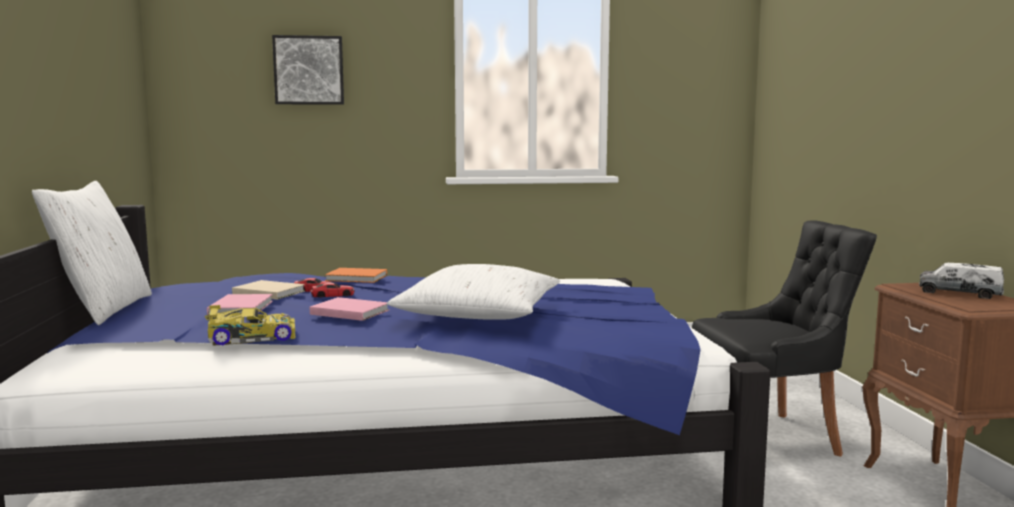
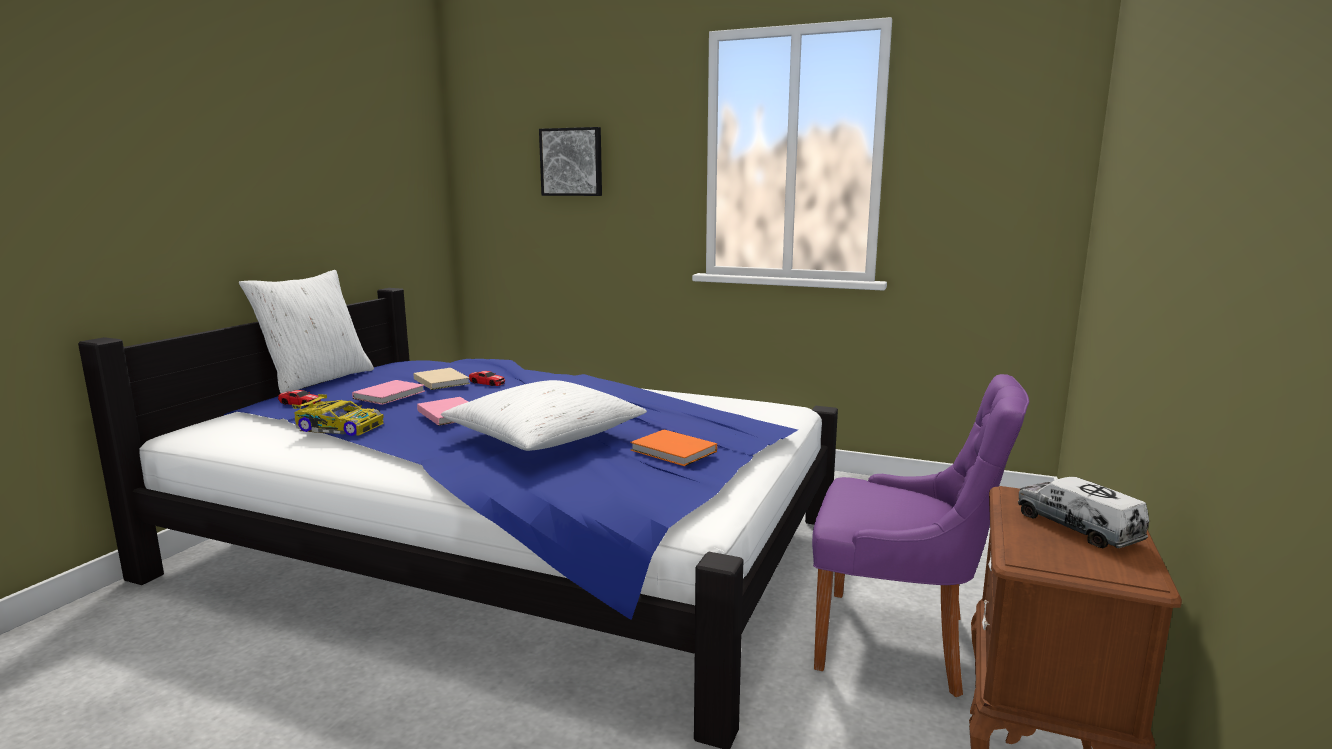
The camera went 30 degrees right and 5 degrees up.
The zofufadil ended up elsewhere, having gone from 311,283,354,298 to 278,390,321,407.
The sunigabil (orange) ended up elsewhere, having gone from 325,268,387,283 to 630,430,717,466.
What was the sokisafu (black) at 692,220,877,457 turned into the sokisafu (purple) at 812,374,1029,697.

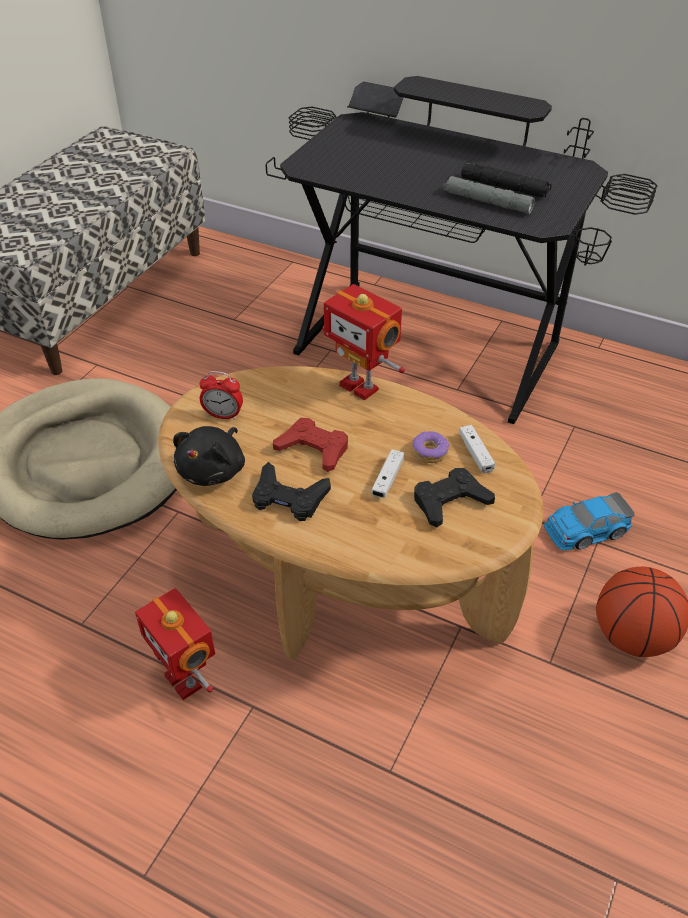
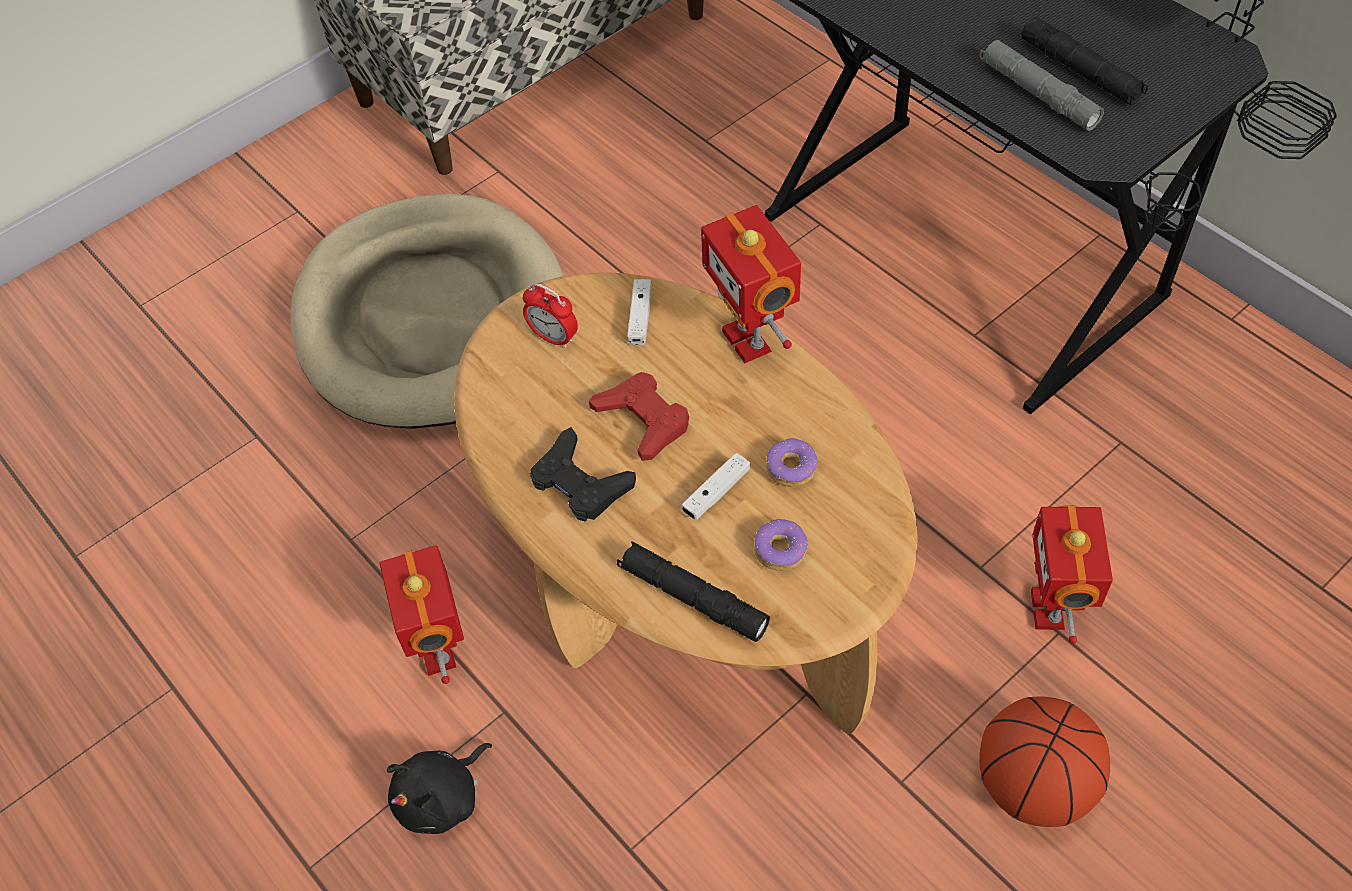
The camera went 25 degrees right and 10 degrees up.
The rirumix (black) ended up elsewhere, having gone from 173,426,245,486 to 387,743,492,834.
Where the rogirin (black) stood at 414,468,495,527, the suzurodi came to stand at 754,519,808,571.
The rogirin (white) ended up elsewhere, having gone from 459,425,495,473 to 627,279,652,346.
Where the zofufadil stood at 544,492,635,550, the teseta came to stand at 1031,505,1113,644.
The second view gained the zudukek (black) at 617,541,770,642.

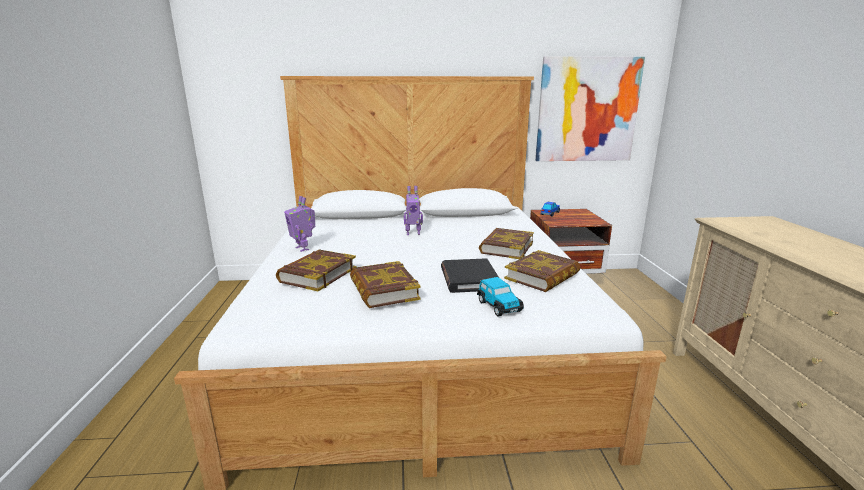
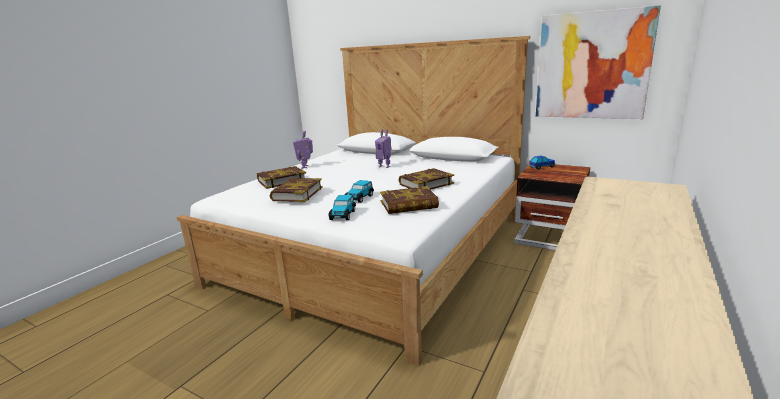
The camera went 35 degrees right and 0 degrees up.
Where the sunigabil (black) stood at 441,258,499,293, the zofufadil came to stand at 345,180,374,203.

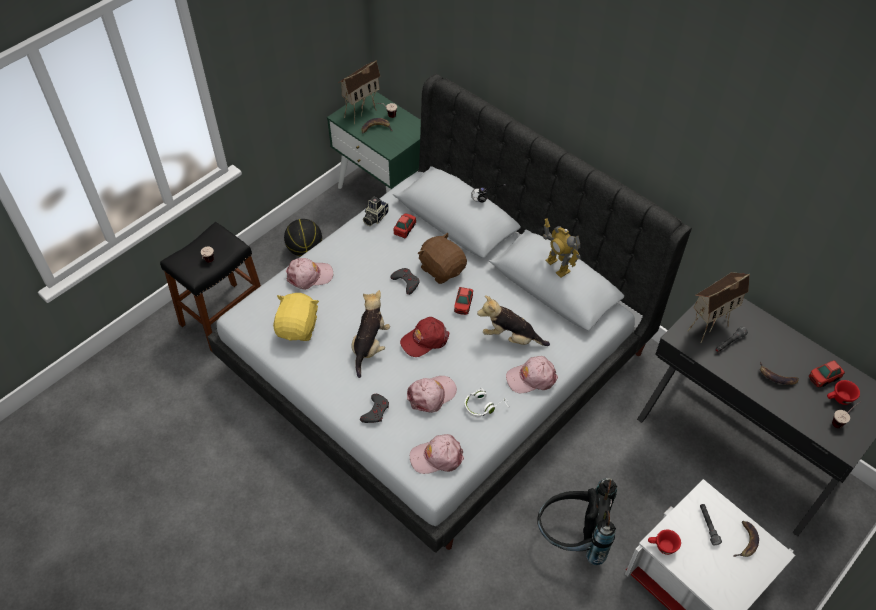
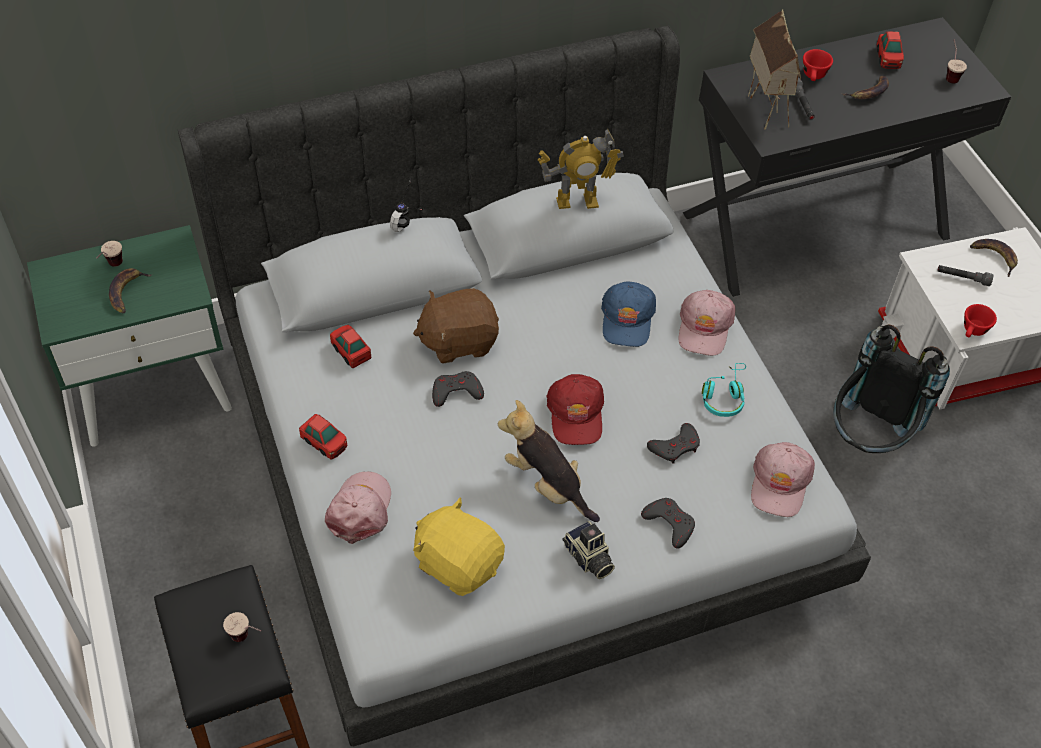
The camera went 65 degrees left and 0 degrees up.
The second view lost the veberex at 284,219,322,256.
The second view lost the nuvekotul at 338,60,380,125.
The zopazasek ended up elsewhere, having gone from 363,197,389,226 to 562,521,615,579.
Where the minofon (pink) stood at 407,376,457,413, the rogirin (grey) came to stand at 647,423,700,464.
The zofufadil ended up elsewhere, having gone from 454,287,473,315 to 299,414,347,459.
What was the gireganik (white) at 464,387,510,417 turned into the gireganik (turquoise) at 702,363,746,417.
Where the rirumix stood at 477,296,550,346, the minofon (blue) came to stand at 601,281,656,347.
The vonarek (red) ended up elsewhere, having gone from 827,380,860,405 to 803,49,833,81.

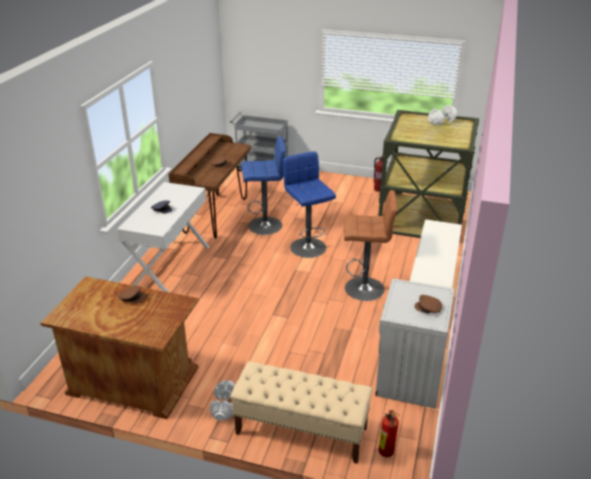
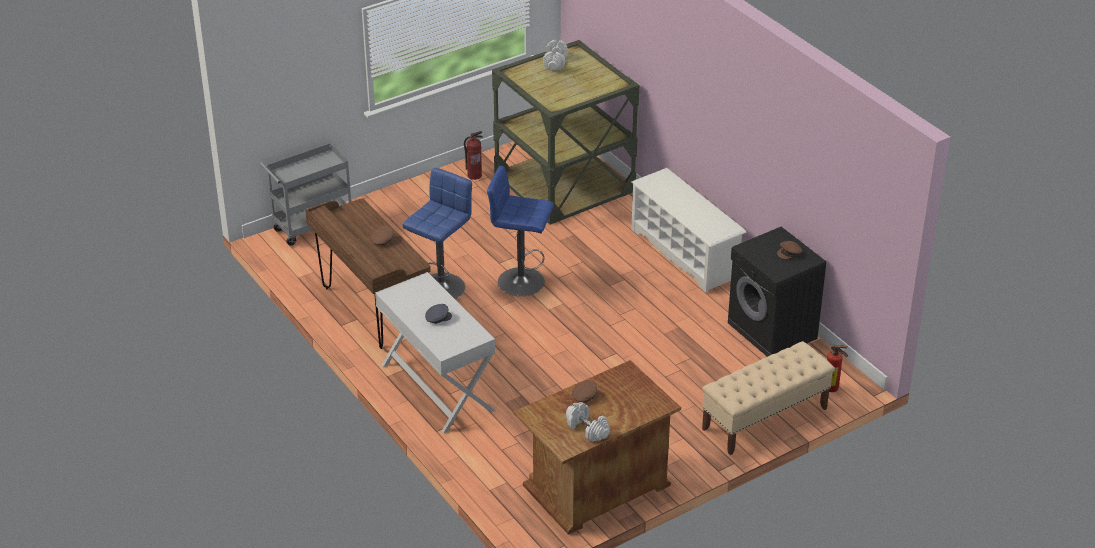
The camera went 50 degrees left and 5 degrees up.
The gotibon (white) ended up elsewhere, having gone from 210,380,235,421 to 566,402,610,442.
The second view lost the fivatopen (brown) at 344,190,398,301.
What was the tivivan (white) at 375,279,455,409 turned into the tivivan (black) at 728,227,826,357.

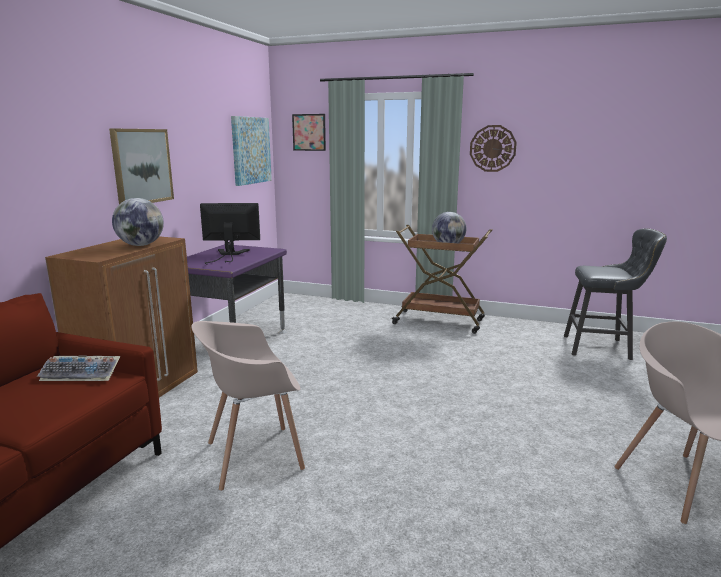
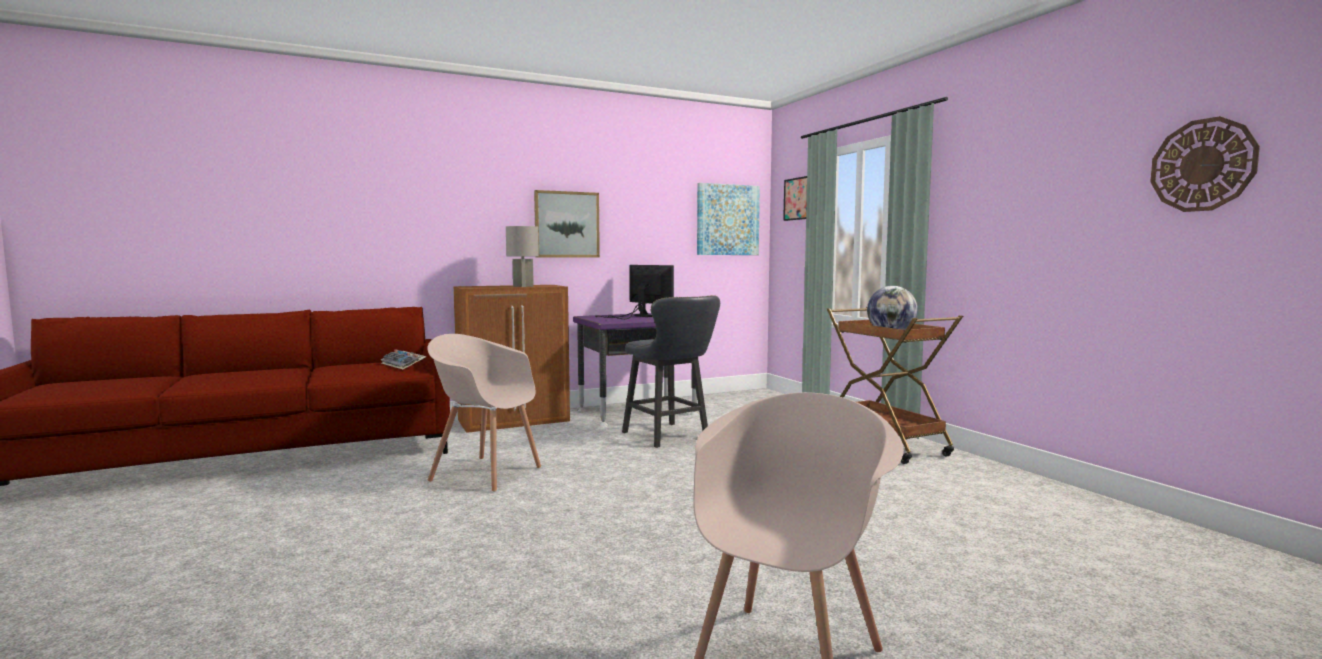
The camera went 45 degrees right and 10 degrees down.
Where the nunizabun stood at 112,198,164,246, the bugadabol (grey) came to stand at 506,226,539,287.
The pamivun ended up elsewhere, having gone from 470,125,517,172 to 1150,116,1260,212.
The fivatopen (grey) ended up elsewhere, having gone from 564,228,667,360 to 622,295,720,448.

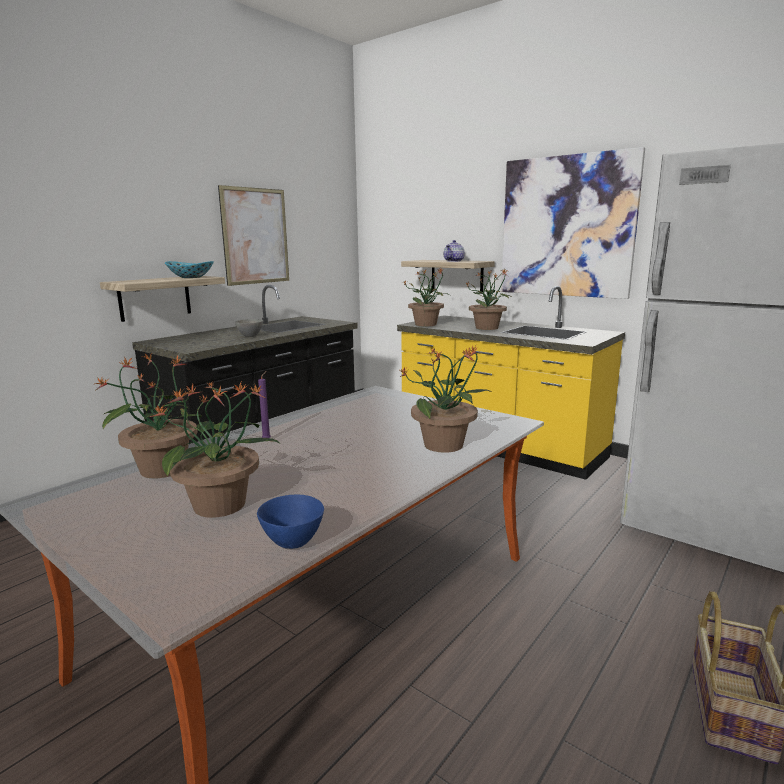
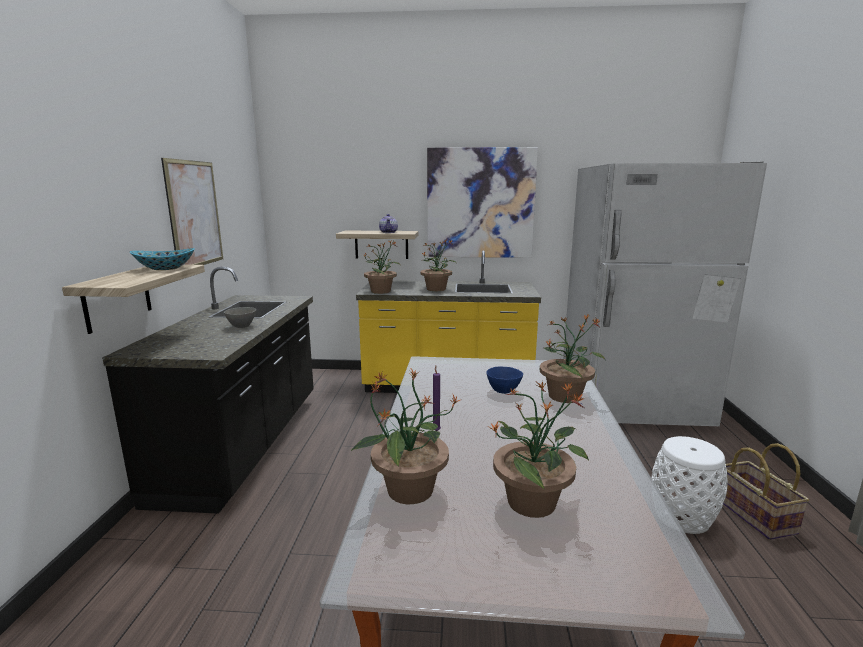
The camera went 35 degrees left and 0 degrees up.
The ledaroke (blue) ended up elsewhere, having gone from 257,495,324,549 to 486,366,523,394.
The second view gained the fivatopen (white) at 652,436,728,534.

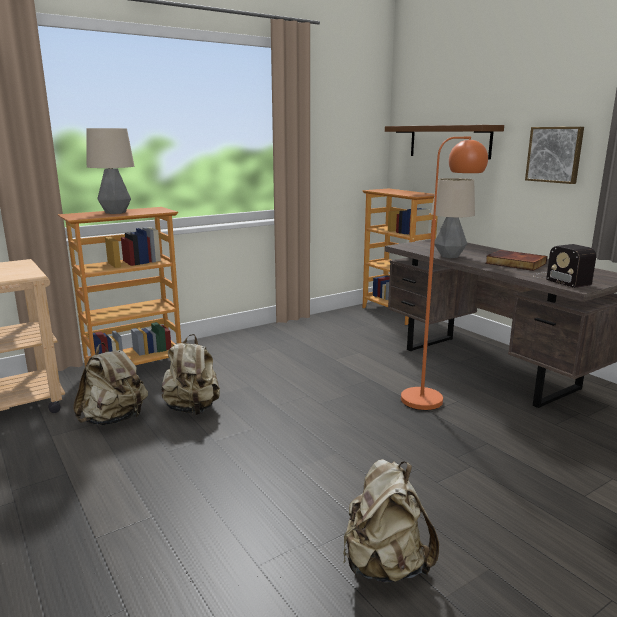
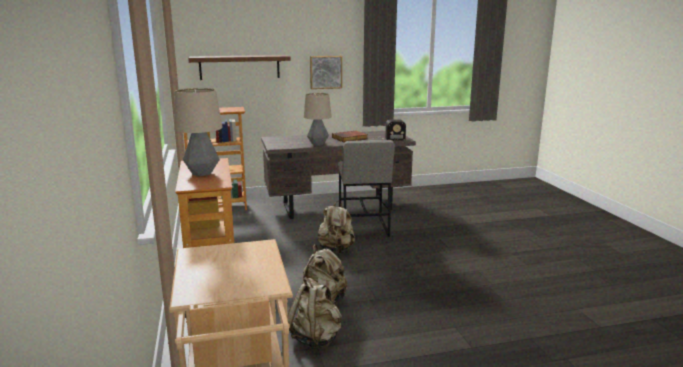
The camera went 70 degrees left and 0 degrees up.
The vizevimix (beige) ended up elsewhere, having gone from 343,459,439,582 to 317,201,355,253.
Where the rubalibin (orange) stood at 401,136,488,410, the sokisafu (grey) came to stand at 338,140,395,237.

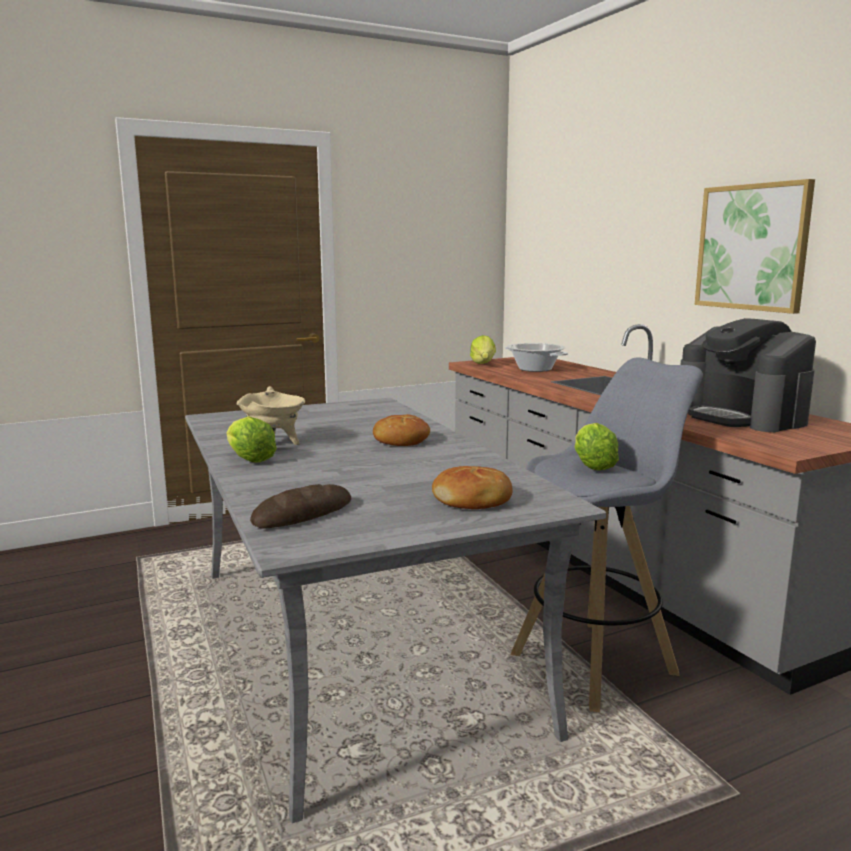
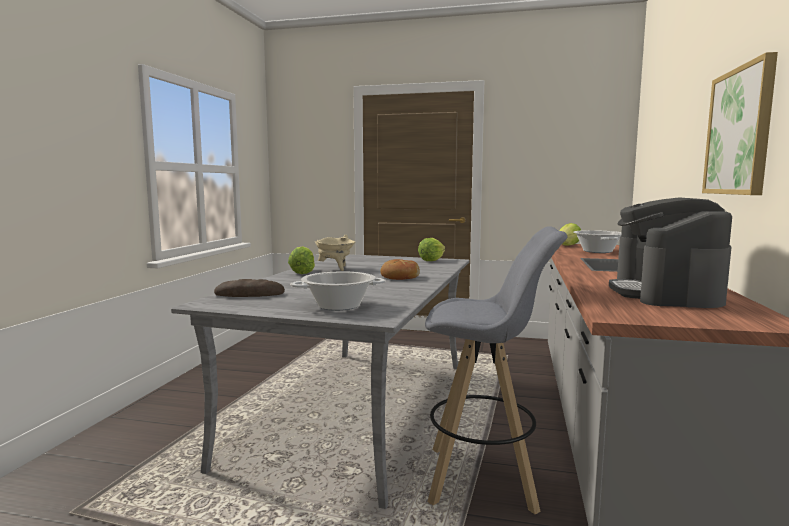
The camera went 40 degrees right and 5 degrees down.
Where the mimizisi stood at 432,466,513,509, the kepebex came to stand at 290,271,386,311.
The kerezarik ended up elsewhere, having gone from 575,423,619,471 to 418,238,445,261.

